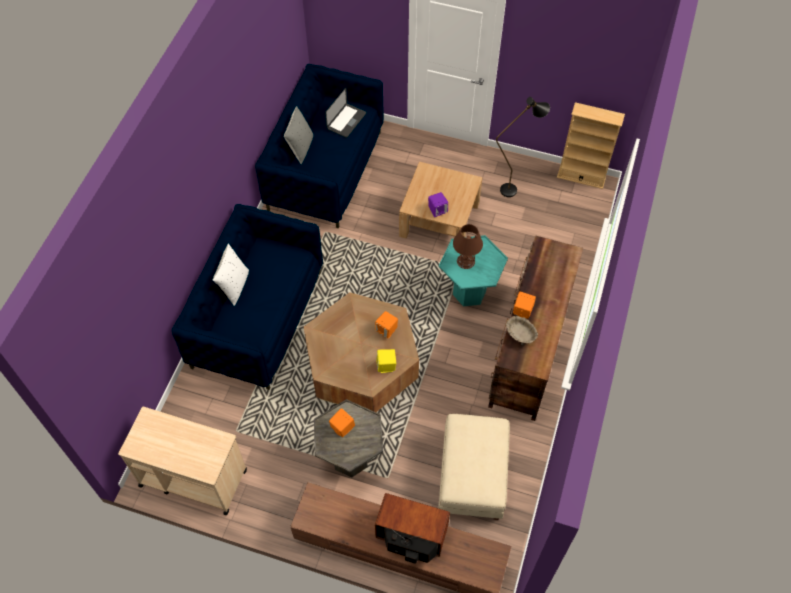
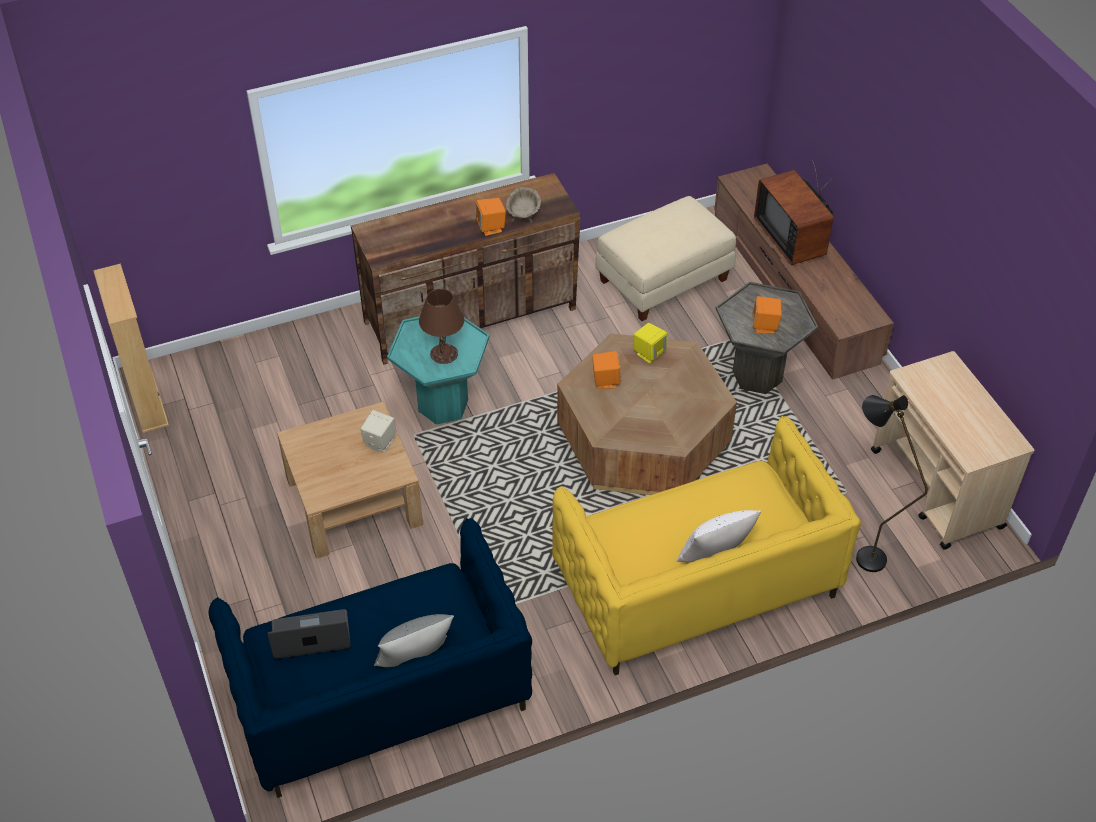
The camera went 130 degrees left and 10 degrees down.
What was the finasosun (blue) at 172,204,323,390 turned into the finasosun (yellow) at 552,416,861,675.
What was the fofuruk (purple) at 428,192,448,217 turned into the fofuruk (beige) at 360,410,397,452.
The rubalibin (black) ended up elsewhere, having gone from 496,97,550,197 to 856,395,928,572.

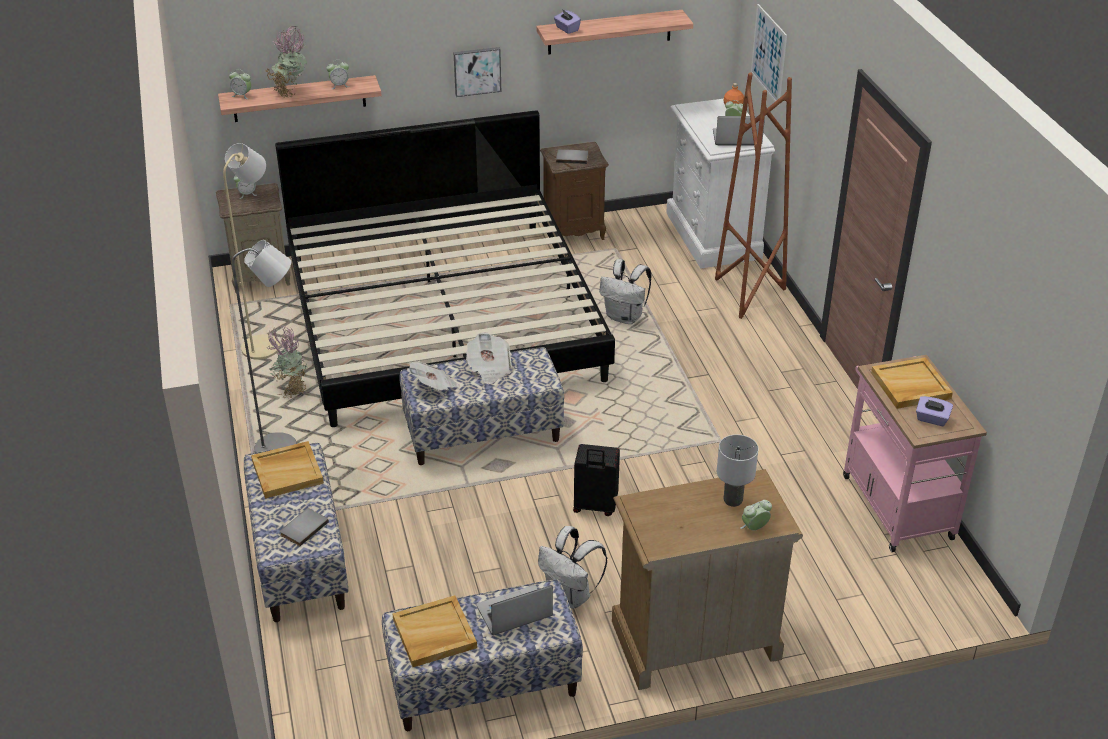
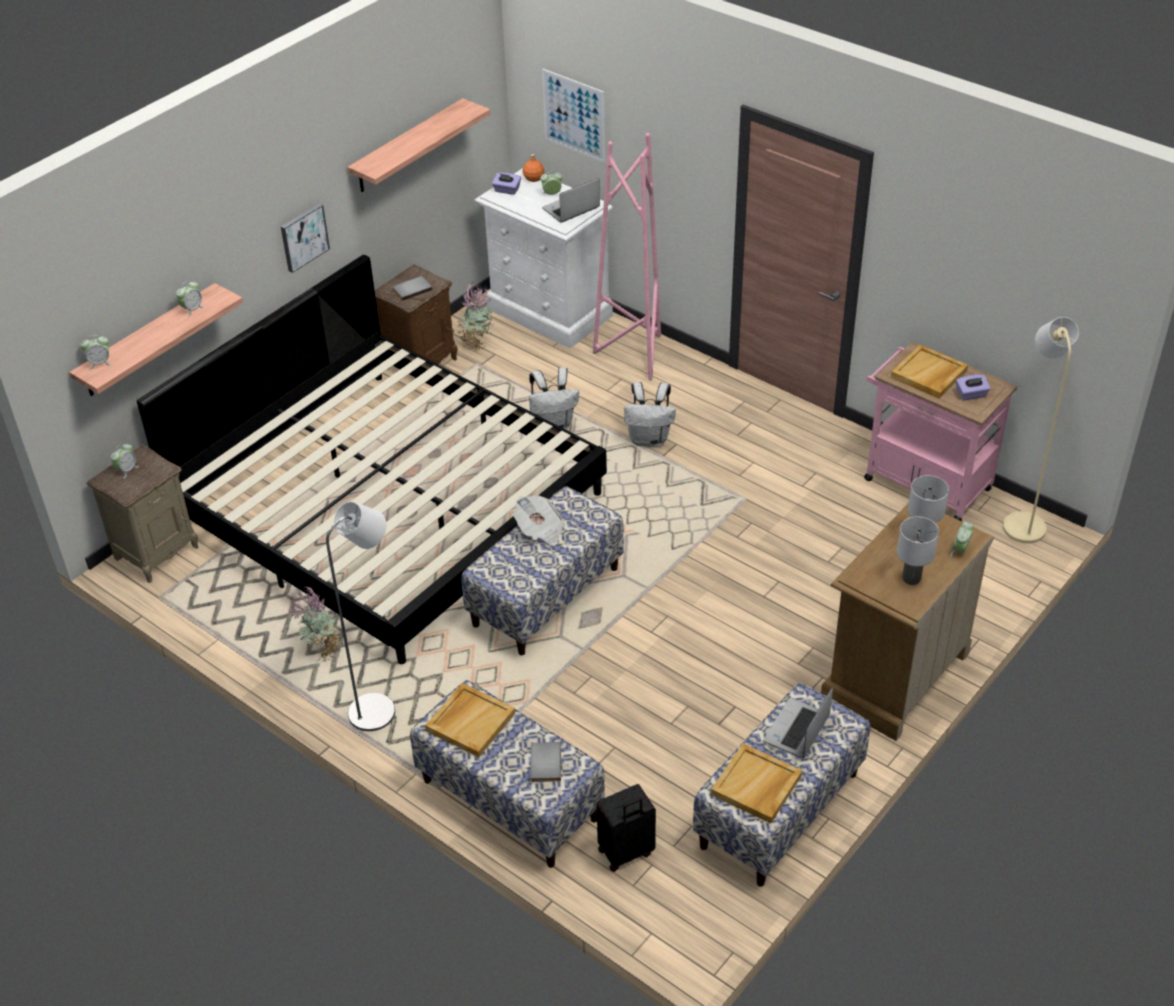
The camera went 35 degrees left and 5 degrees up.
The rubalibin (beige) ended up elsewhere, having gone from 223,143,280,360 to 1003,317,1079,544.
The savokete ended up elsewhere, having gone from 265,26,307,97 to 457,281,494,350.
The second view lost the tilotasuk at 407,361,460,391.
The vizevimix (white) ended up elsewhere, having gone from 538,526,607,609 to 624,382,676,447.
The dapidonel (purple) ended up elsewhere, having gone from 554,9,581,34 to 492,172,521,195.
The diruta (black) ended up elsewhere, having gone from 573,444,620,516 to 597,784,656,872.
What was the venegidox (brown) at 715,72,792,319 turned into the venegidox (pink) at 593,133,661,380.
The second view gained the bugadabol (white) at 897,517,939,585.

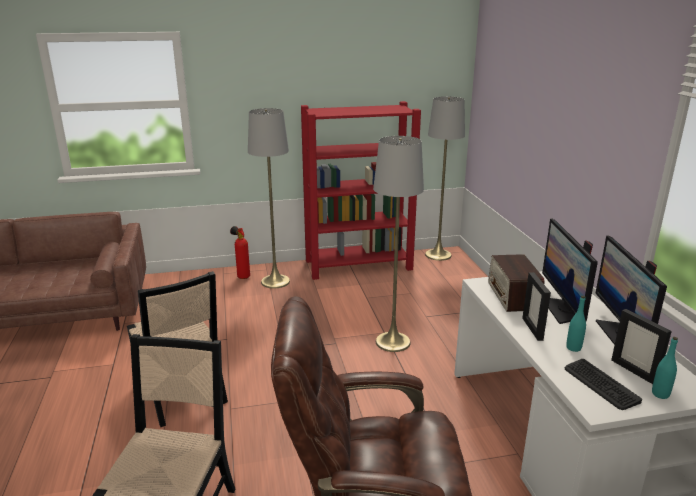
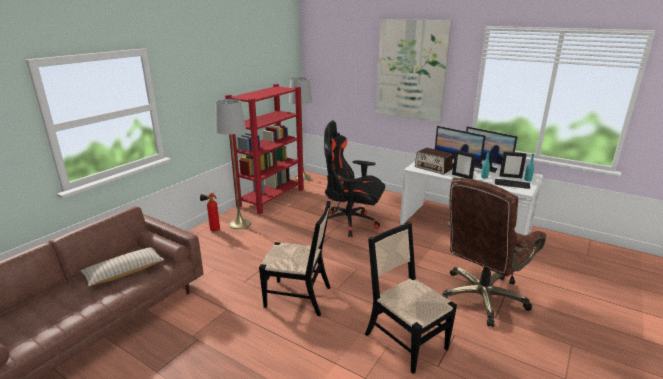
The camera went 45 degrees left and 0 degrees up.
Where the rubalibin (grey) stood at 373,136,424,352, the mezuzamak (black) came to stand at 324,120,385,237.
The second view gained the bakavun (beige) at 80,247,164,287.
The second view gained the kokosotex at 376,19,452,123.

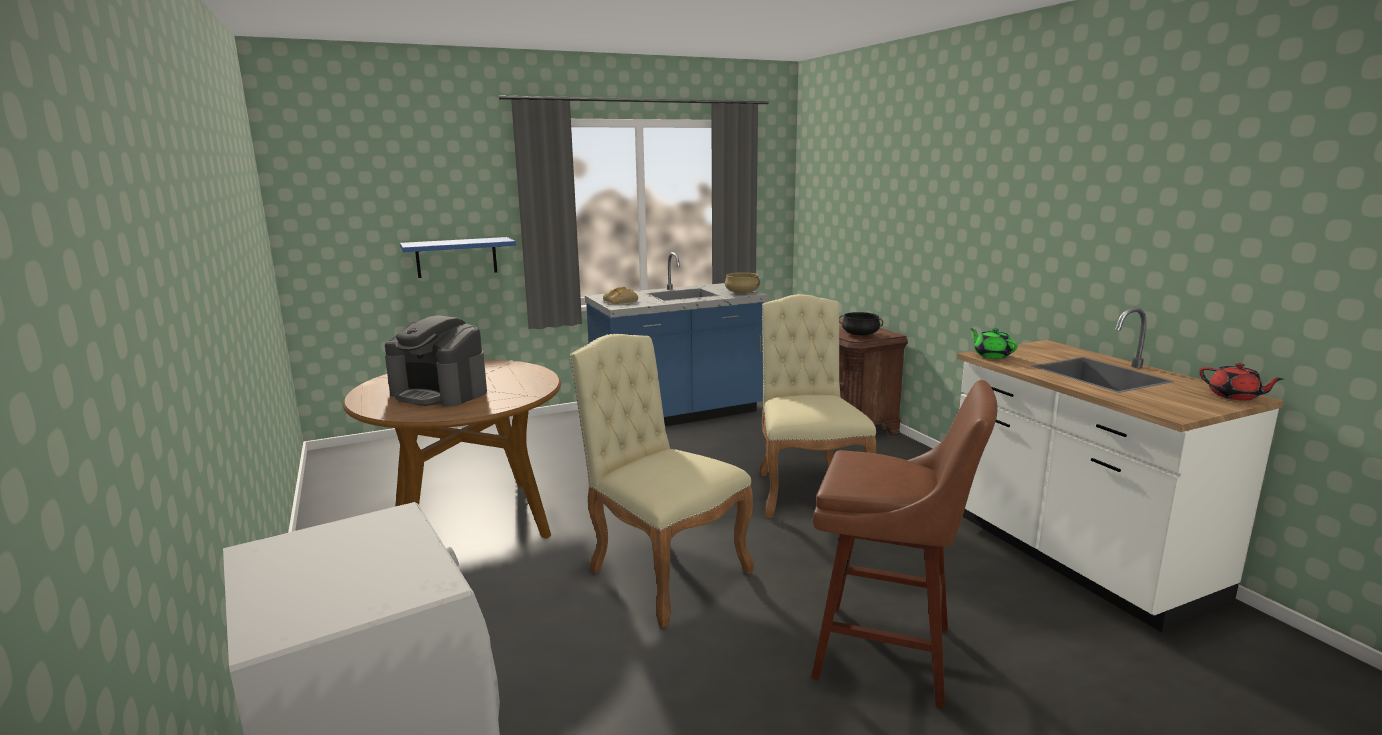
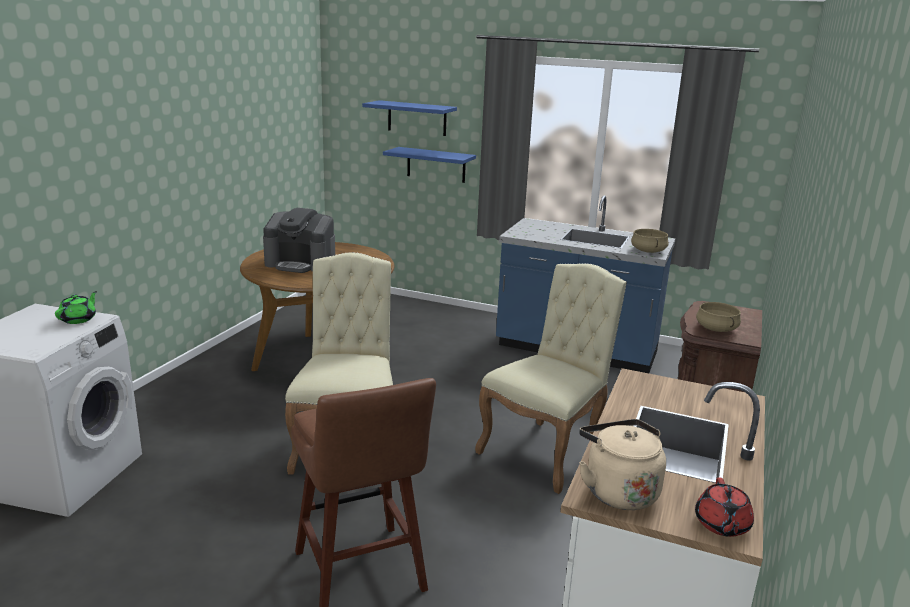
The camera went 45 degrees right and 5 degrees up.
The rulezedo at 385,315,487,407 ended up facing another way, 60 degrees counterclockwise from before.
The second view lost the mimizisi at 603,287,638,304.
What was the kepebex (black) at 839,312,883,335 turned into the kepebex (beige) at 696,302,741,332.
The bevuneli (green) ended up elsewhere, having gone from 970,328,1018,359 to 55,291,97,324.
The second view gained the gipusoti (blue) at 362,100,457,136.
The second view gained the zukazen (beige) at 579,419,666,510.

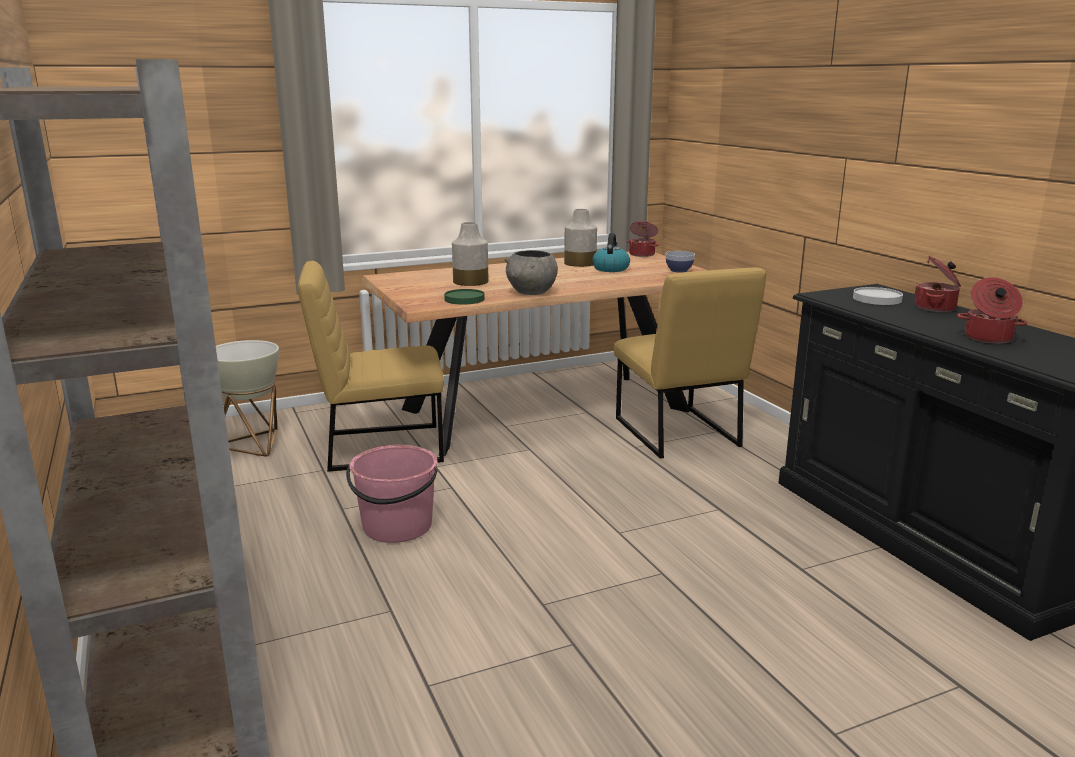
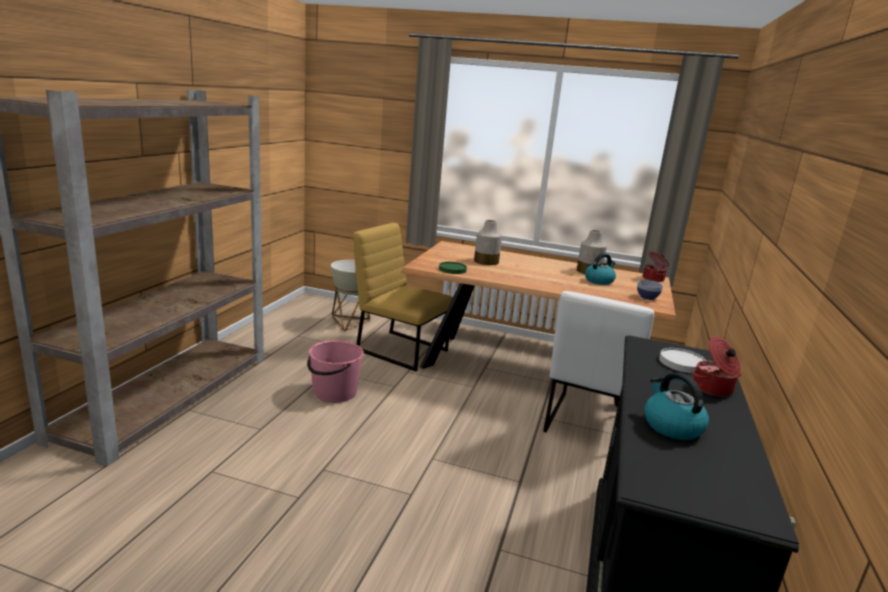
The camera went 40 degrees right and 0 degrees up.
The second view lost the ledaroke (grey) at 505,250,558,295.
What was the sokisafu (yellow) at 614,268,767,459 turned into the sokisafu (white) at 543,291,654,432.
Where the kepebex stood at 957,277,1028,344, the zukazen came to stand at 644,372,709,440.

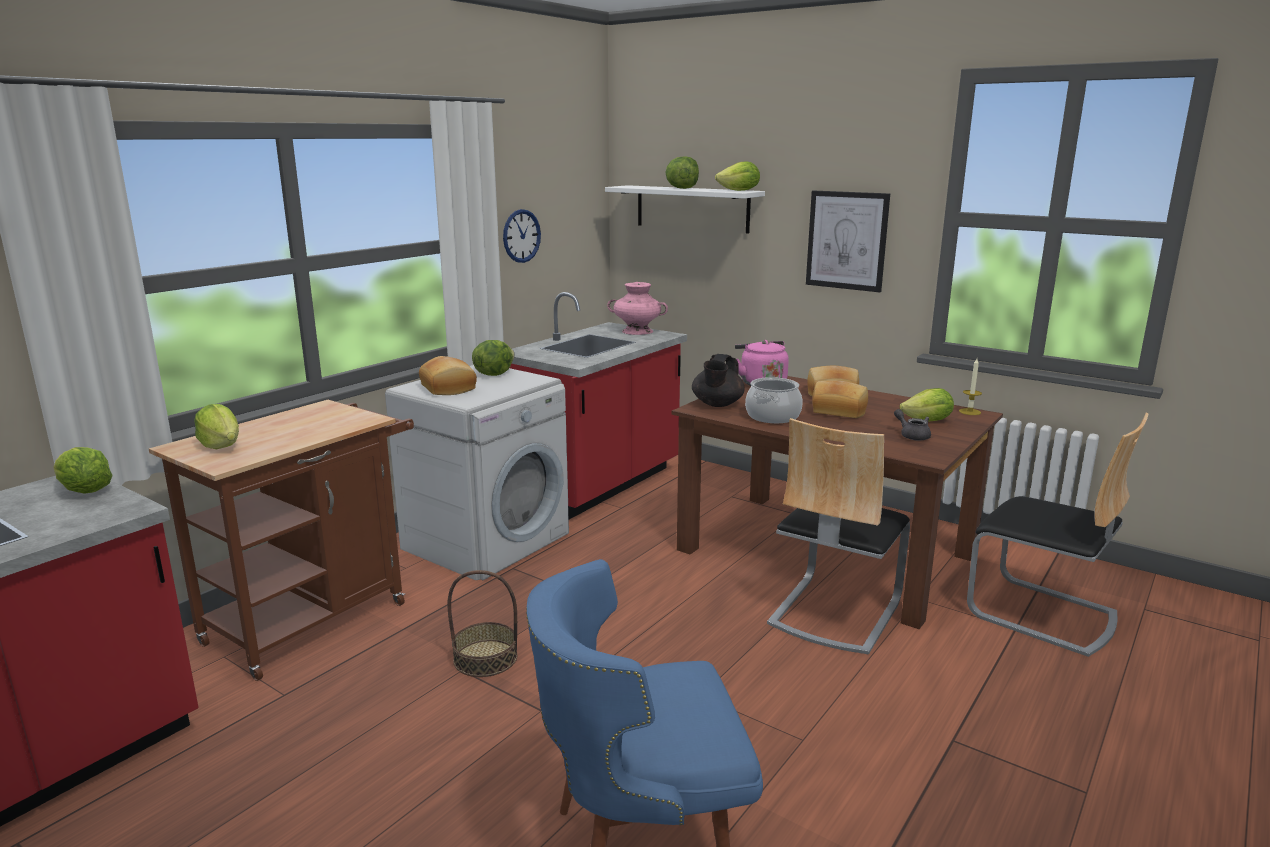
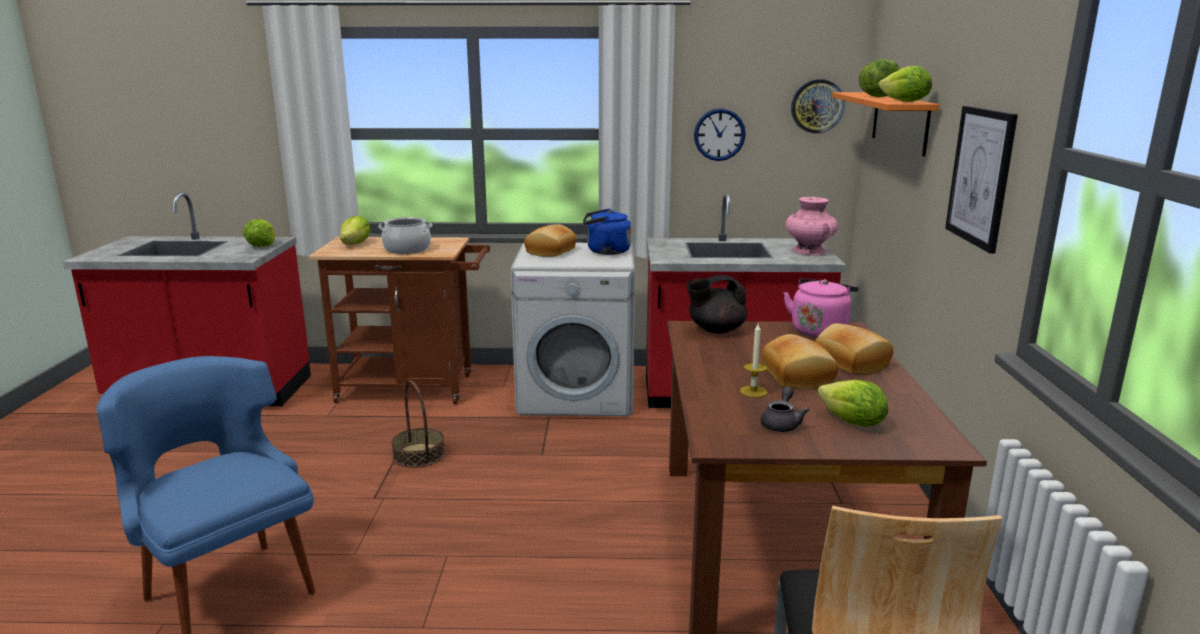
The camera went 55 degrees right and 0 degrees up.
Where the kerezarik stood at 472,340,515,376, the zukazen (blue) came to stand at 583,209,631,255.
What was the gipusoti (white) at 605,185,765,234 turned into the gipusoti (orange) at 832,92,940,157.
The kepebex ended up elsewhere, having gone from 745,377,803,424 to 378,217,433,254.
The second view lost the sokisafu at 767,418,910,654.
The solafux ended up elsewhere, having gone from 959,359,982,415 to 740,324,767,397.
The second view gained the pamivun at 791,79,845,133.

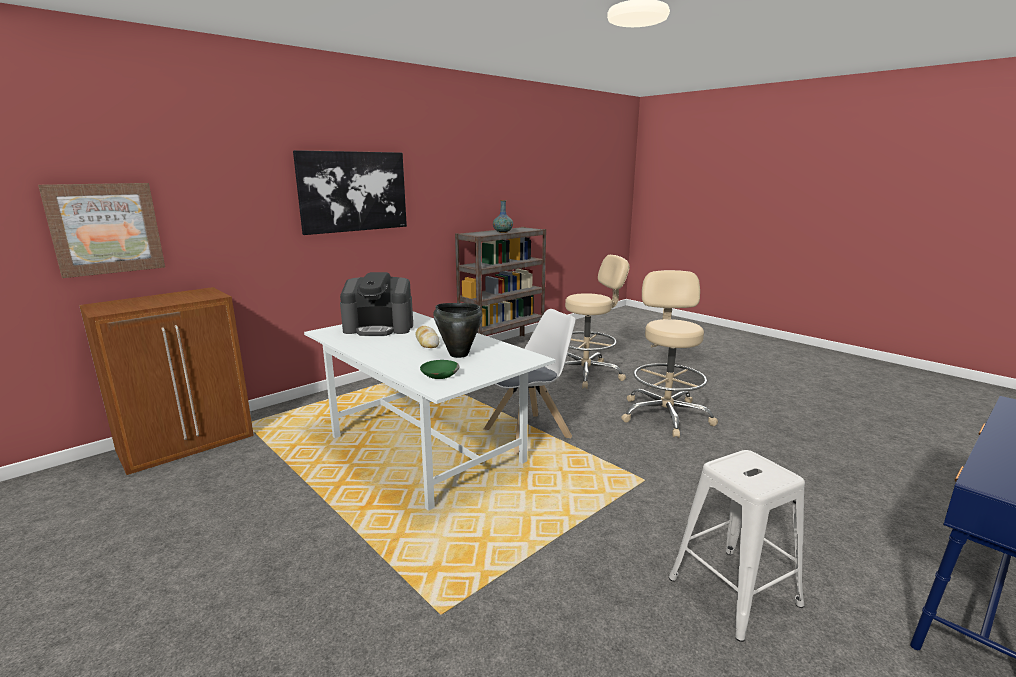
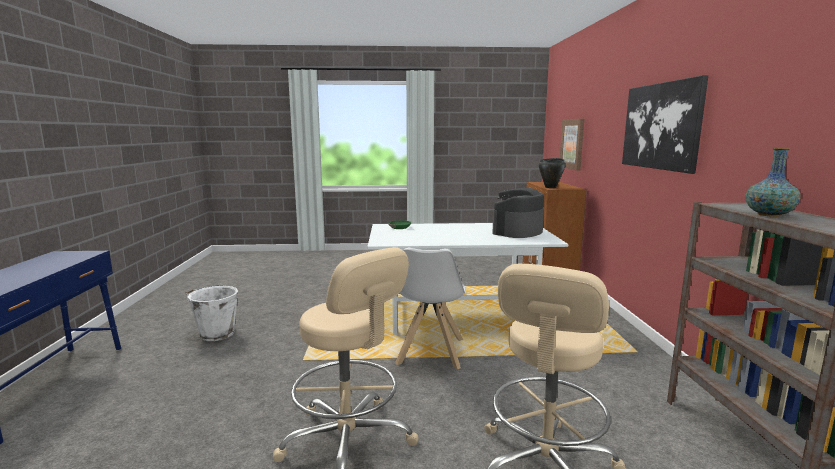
The camera went 130 degrees right and 5 degrees down.
The second view lost the mimizisi at 415,326,439,348.
The kepebex (black) ended up elsewhere, having gone from 433,303,483,358 to 539,158,566,188.
Where the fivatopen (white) stood at 669,450,805,642, the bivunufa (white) came to stand at 185,285,238,341.

